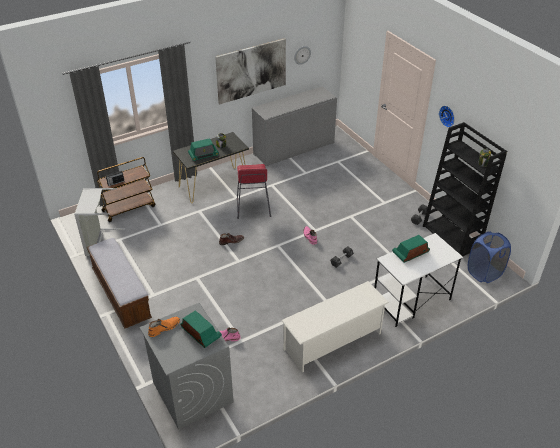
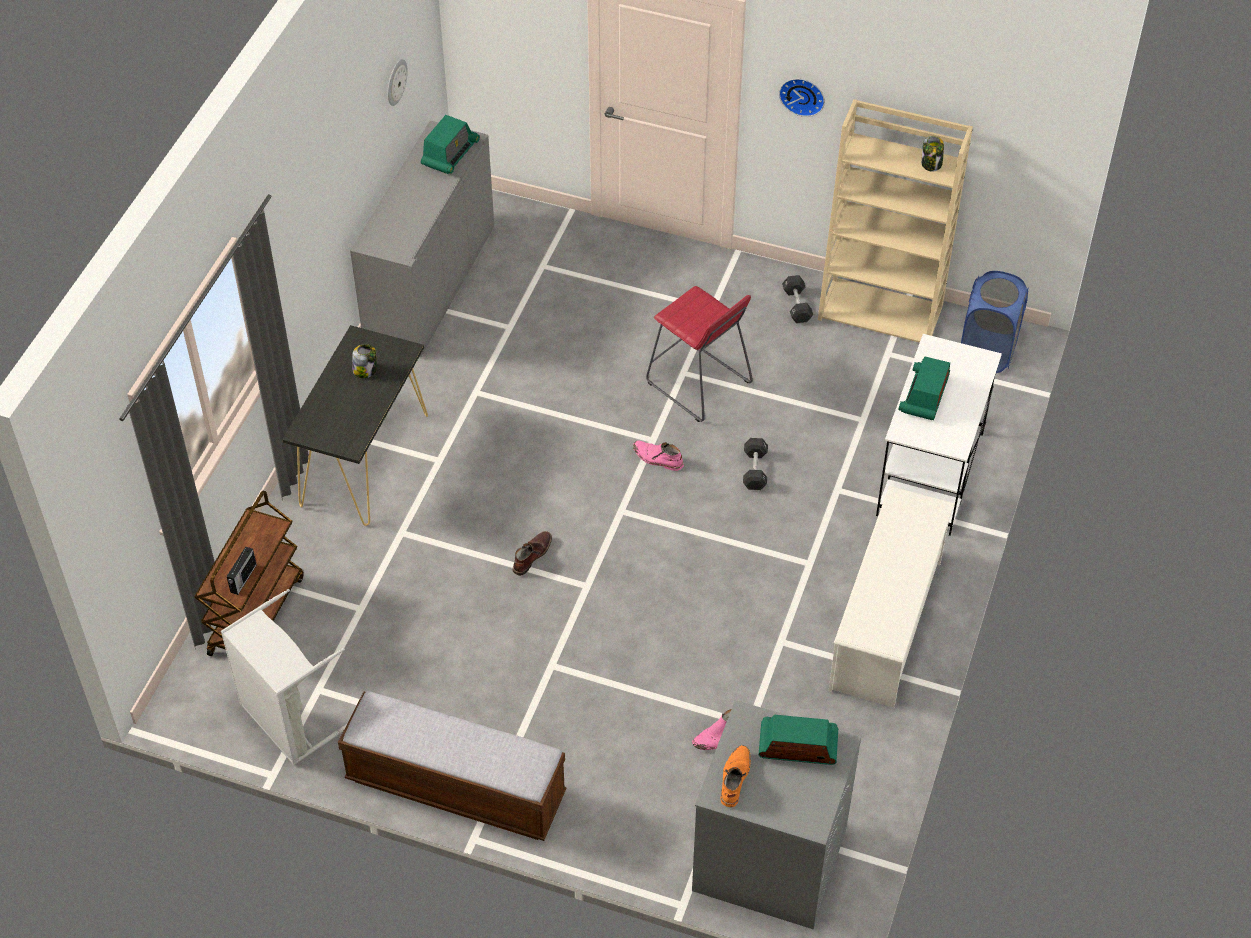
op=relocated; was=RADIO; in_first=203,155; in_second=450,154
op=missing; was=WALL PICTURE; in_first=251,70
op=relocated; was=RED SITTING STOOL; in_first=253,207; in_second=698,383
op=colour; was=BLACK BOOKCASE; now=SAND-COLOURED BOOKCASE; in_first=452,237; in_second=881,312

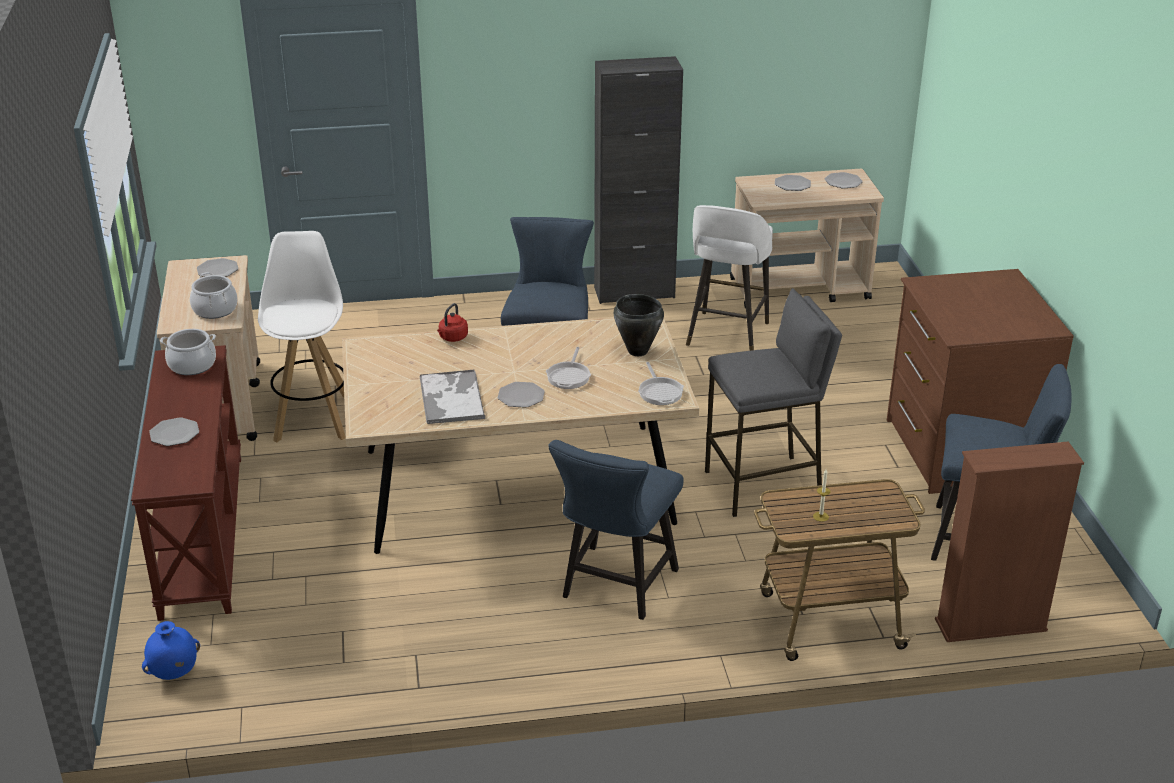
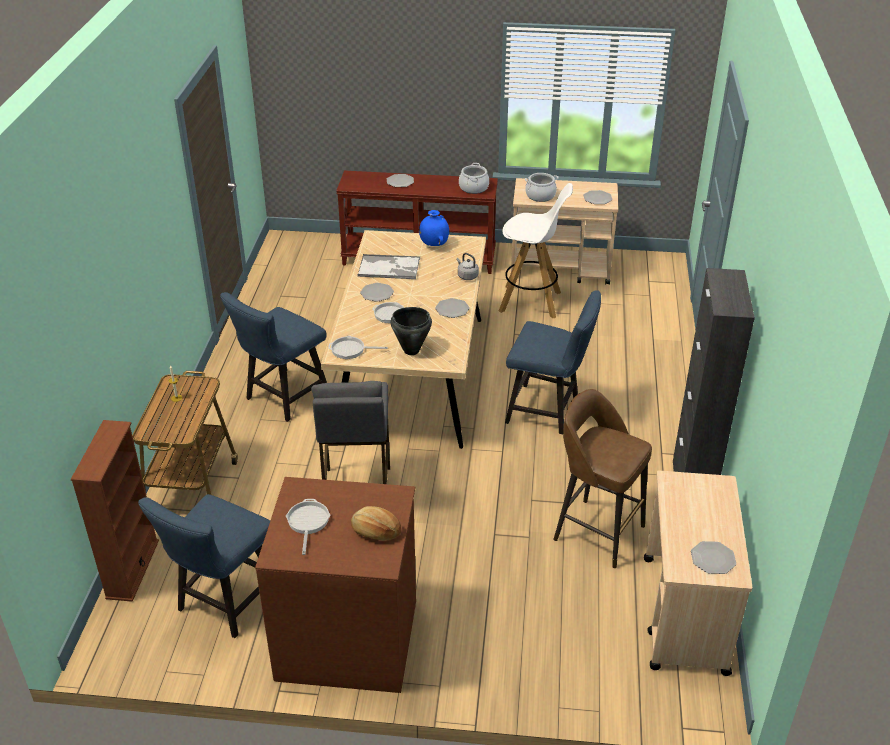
op=relocated; was=BLUE-COLOURED VASE; in_first=174,674; in_second=434,245
op=colour; was=RED KETTLE; now=GREY KETTLE; in_first=452,338; in_second=467,276
op=spun; was=BLUE-COLOURED CHAIR; in_first=615,588; in_second=283,399; clockwise=-90
op=colour; was=WHITE-COLOURED SITTING STOOL; now=BROWN-COLOURED SITTING STOOL; in_first=726,335; in_second=596,531
op=relocated; was=PLATE; in_first=792,184; in_second=452,309
op=appeared; now=PAN; in_second=308,522
op=appeared; now=BREAD; in_second=376,531

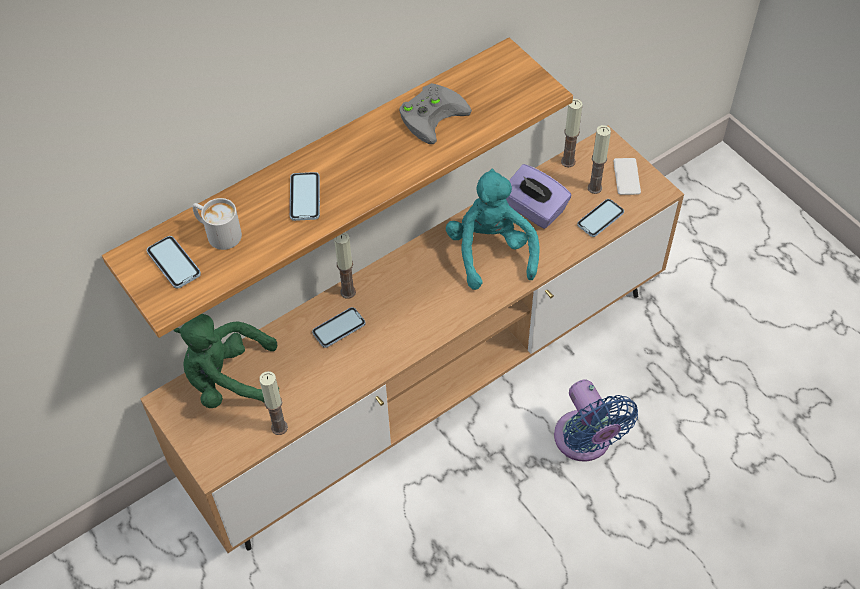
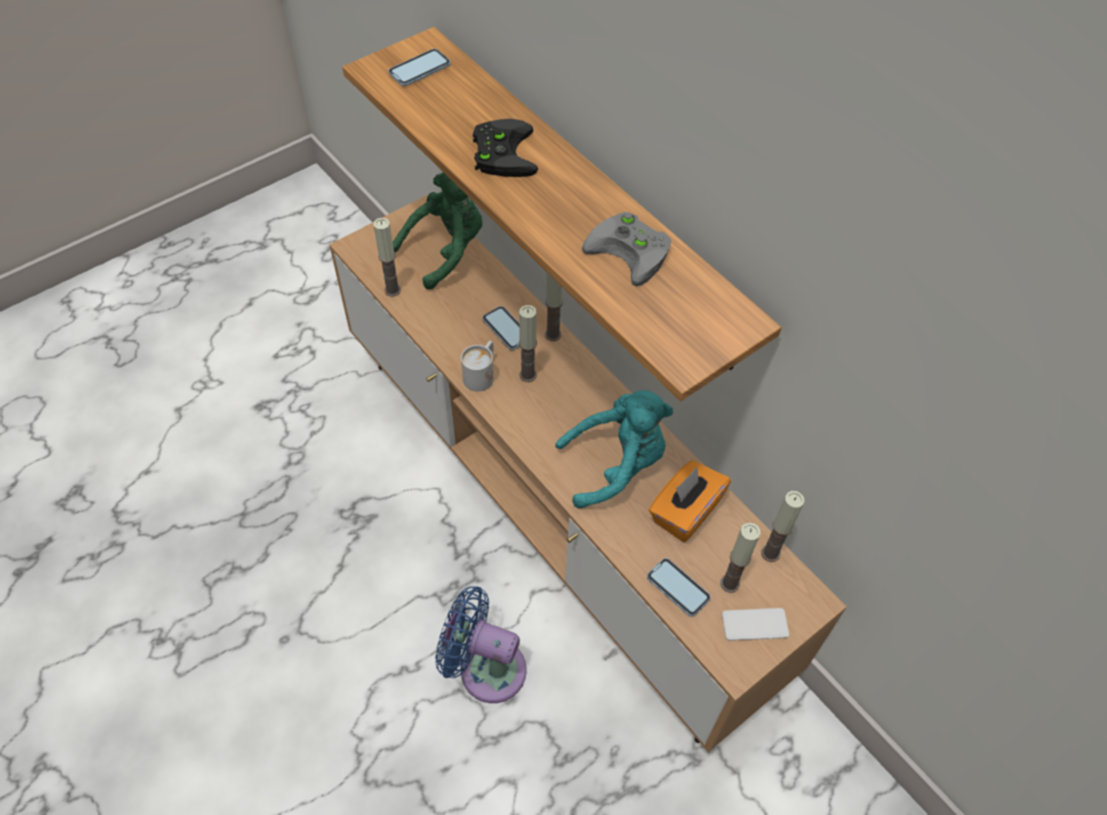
op=spun; was=GREEN PLUSH TOY; in_first=229,380; in_second=446,250; clockwise=60
op=relocated; was=WHITE-COLOURED MUG; in_first=218,233; in_second=482,374
op=exchanged; was=PHONE; now=BLACK GAME CONTROLLER; in_first=305,197; in_second=501,152
op=colour; was=PURPLISH TISSUE HOLDER; now=ORANGE-COLOURED TISSUE HOLDER; in_first=534,209; in_second=685,512
op=spun; was=BLUE-COLOURED ELECTRIC FAN; in_first=585,442; in_second=486,667; clockwise=45
op=appeared; now=WAX CANDLE; in_second=528,375

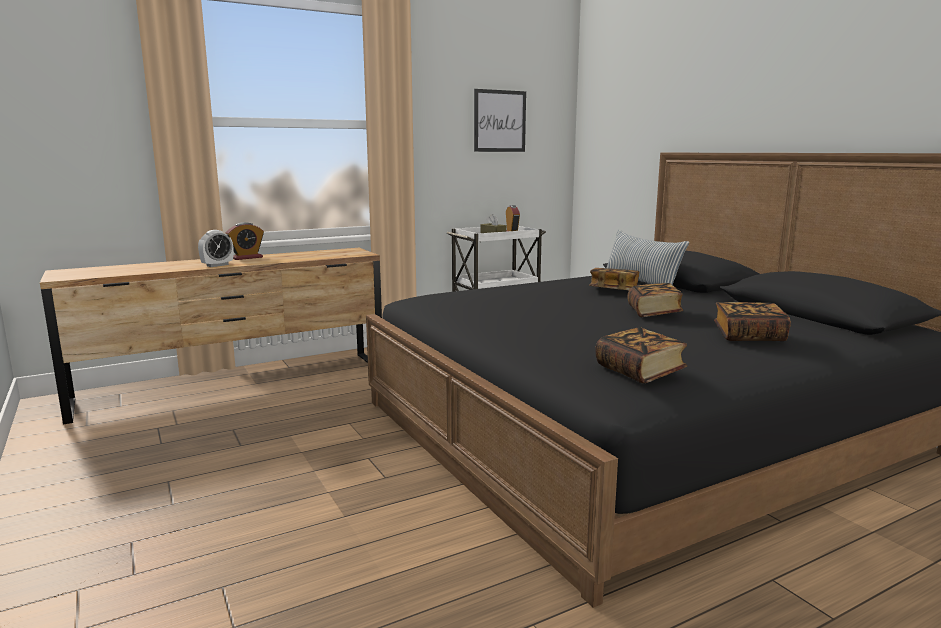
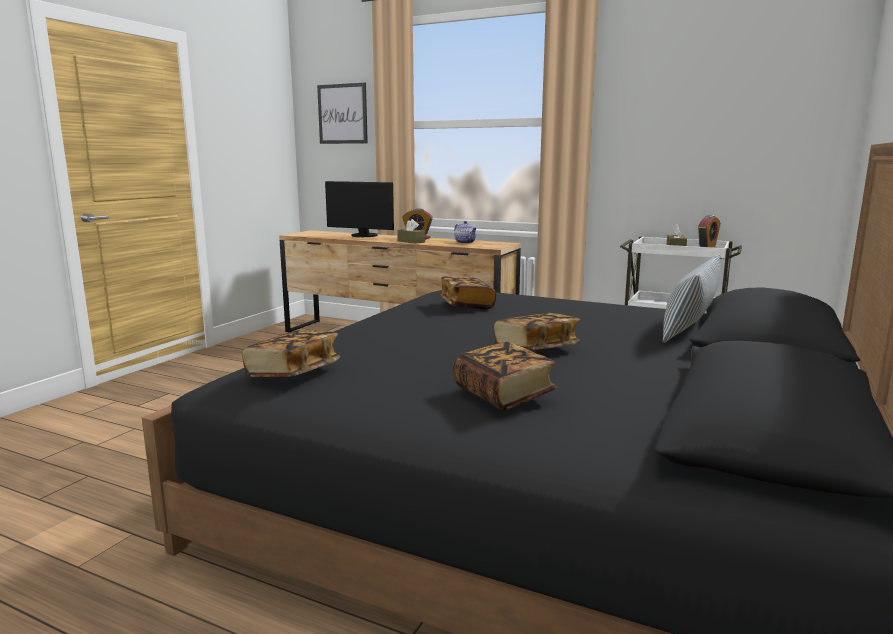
op=missing; was=ALARM CLOCK; in_first=217,265
op=relocated; was=WALL PICTURE; in_first=499,121; in_second=342,114
op=relocated; was=BOUND BOOK; in_first=613,291; in_second=466,305
op=appeared; now=MONITOR; in_second=363,236
op=appeared; now=BROWN-COLOURED TISSUE HOLDER; in_second=411,241
op=appeared; now=POT FOR TEA; in_second=465,242

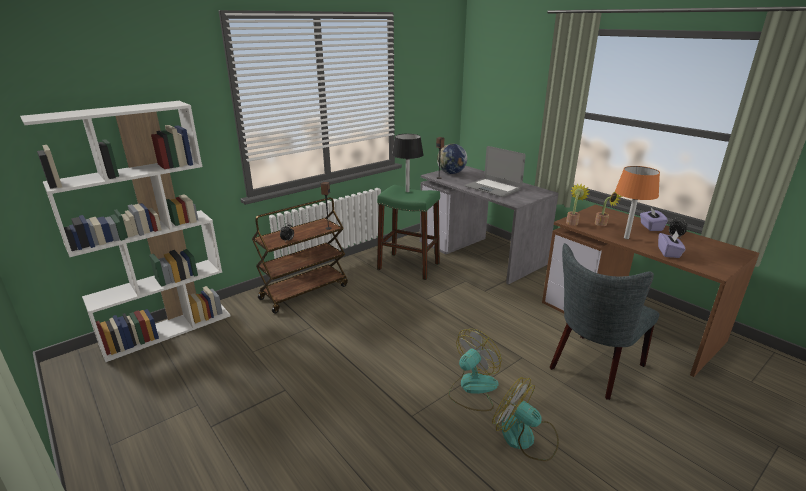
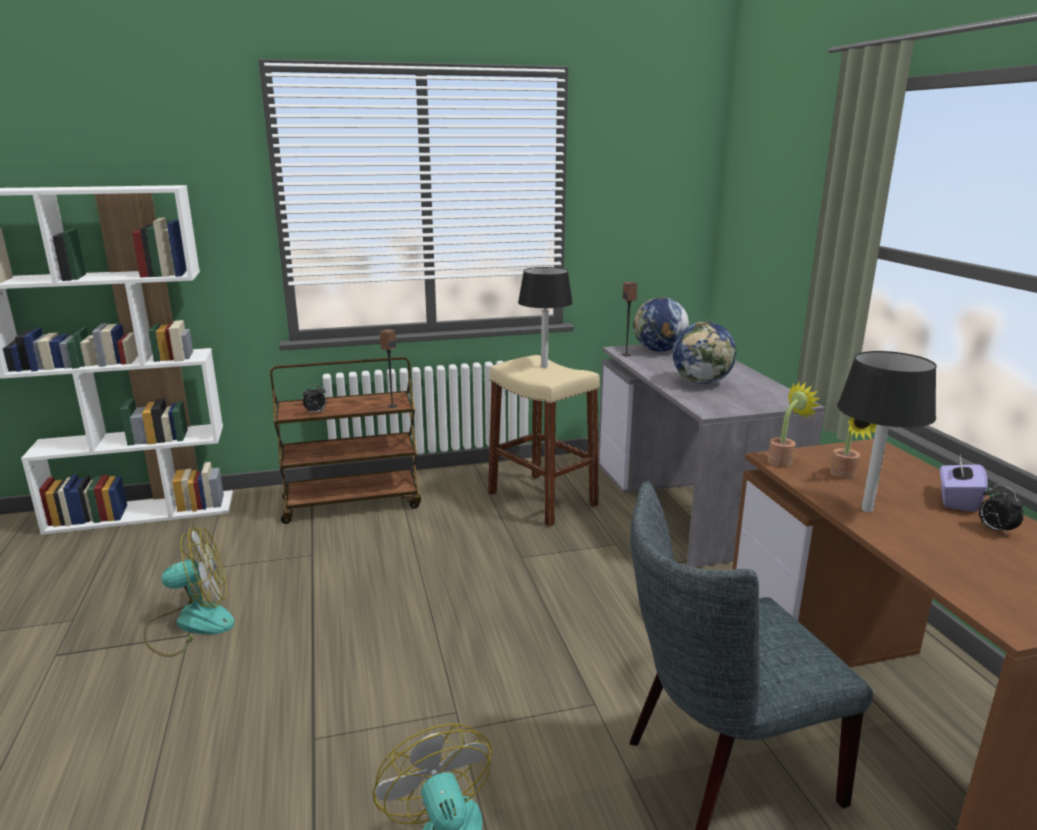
op=colour; was=GREEN SITTING STOOL; now=SAND-COLOURED SITTING STOOL; in_first=408,266; in_second=542,499
op=relocated; was=ELECTRIC FAN; in_first=472,389; in_second=191,624
op=exchanged; was=LAPTOP; now=WORLD GLOBE; in_first=493,188; in_second=702,382
op=colour; was=ORANGE-COLOURED TABLE LAMP; now=BLACK TABLE LAMP; in_first=626,238; in_second=866,509
op=missing; was=PURPLISH TISSUE HOLDER; in_first=669,252

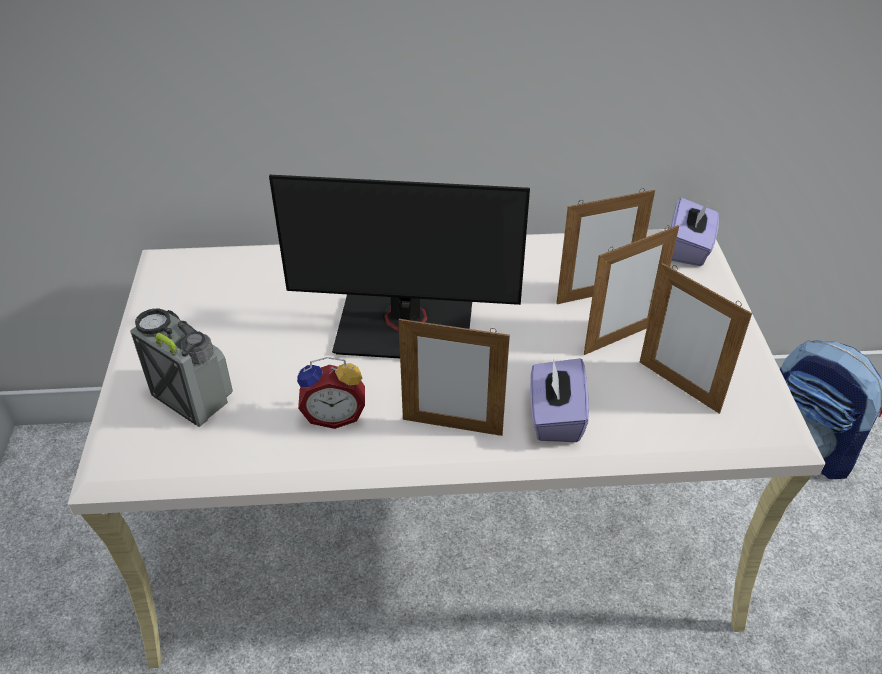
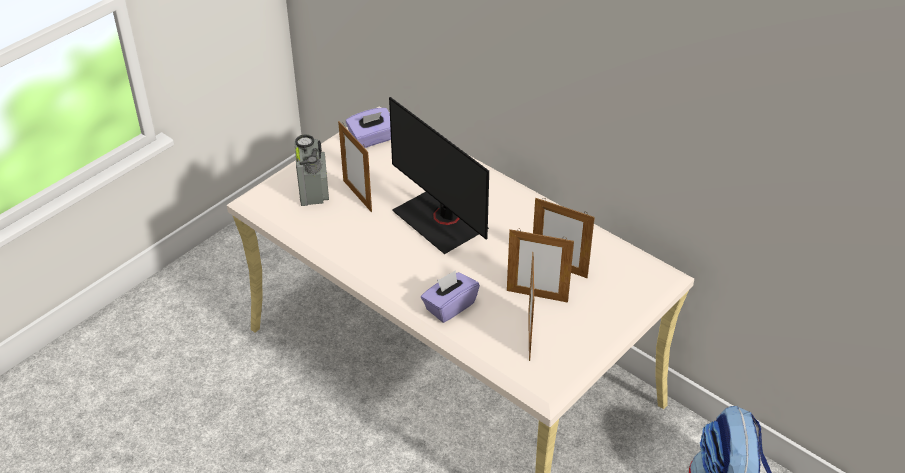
op=missing; was=ALARM CLOCK; in_first=334,415
op=relocated; was=PICTURE FRAME; in_first=452,426; in_second=357,196
op=relocated; was=PURPLISH TISSUE HOLDER; in_first=689,249; in_second=372,139

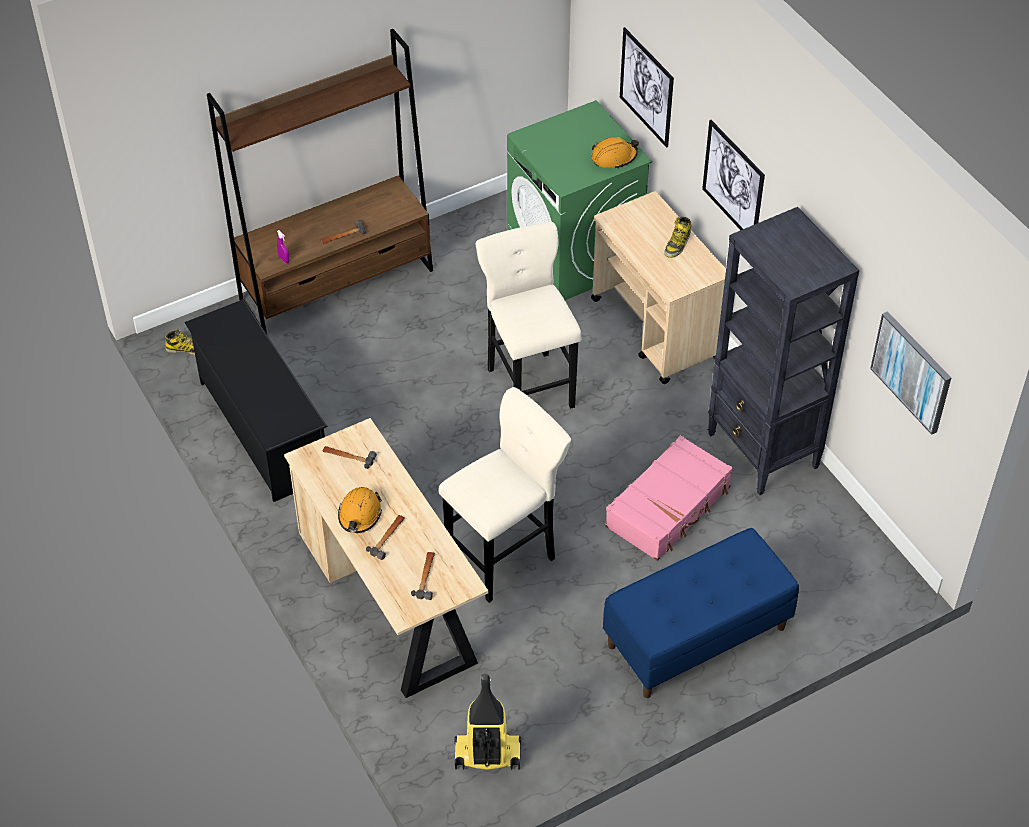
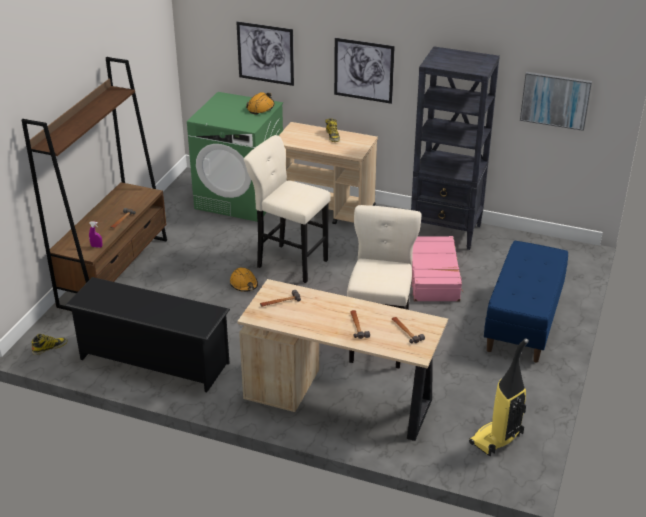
op=relocated; was=ORANGE-COLOURED SAFETY HELMET; in_first=360,515; in_second=244,284

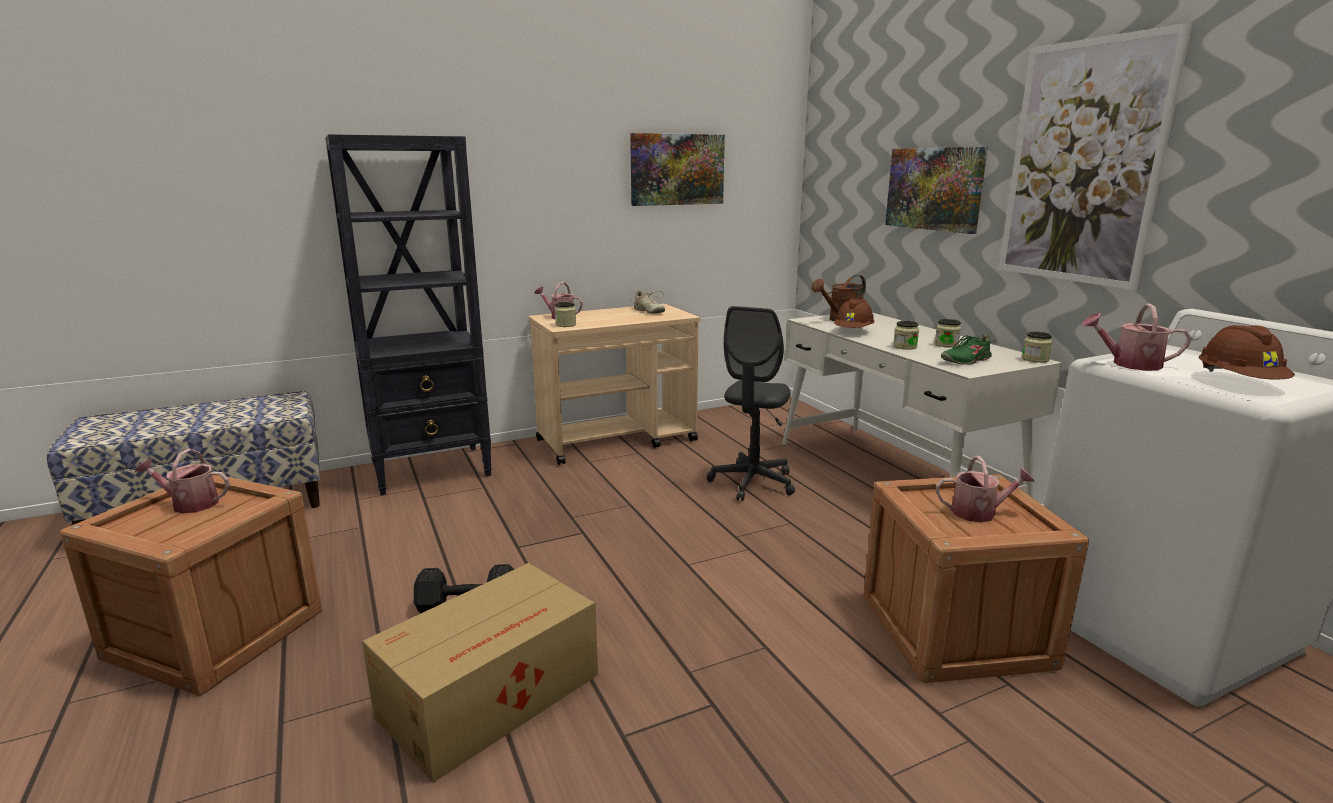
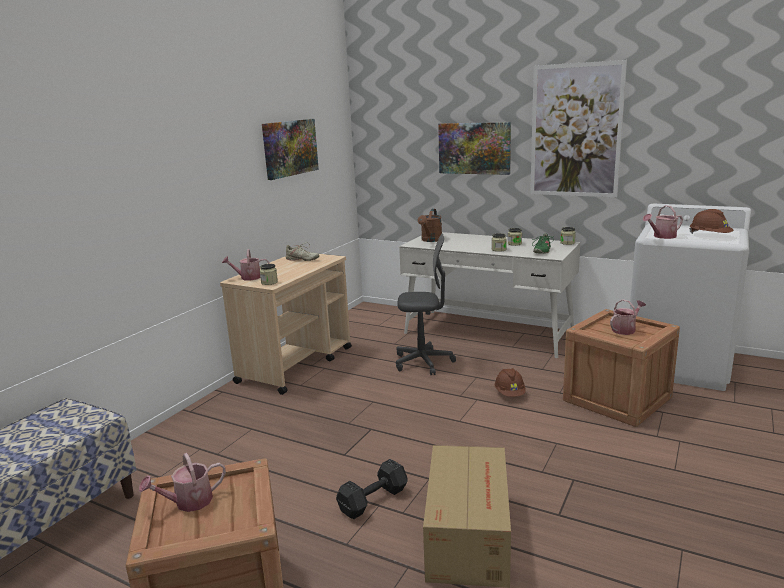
op=missing; was=BLACK BOOKCASE; in_first=432,470
op=spun; was=GREY COMPUTER CHAIR; in_first=752,483; in_second=423,362; clockwise=-75
op=relocated; was=BROWN-COLOURED SAFETY HELMET; in_first=853,331; in_second=510,394

